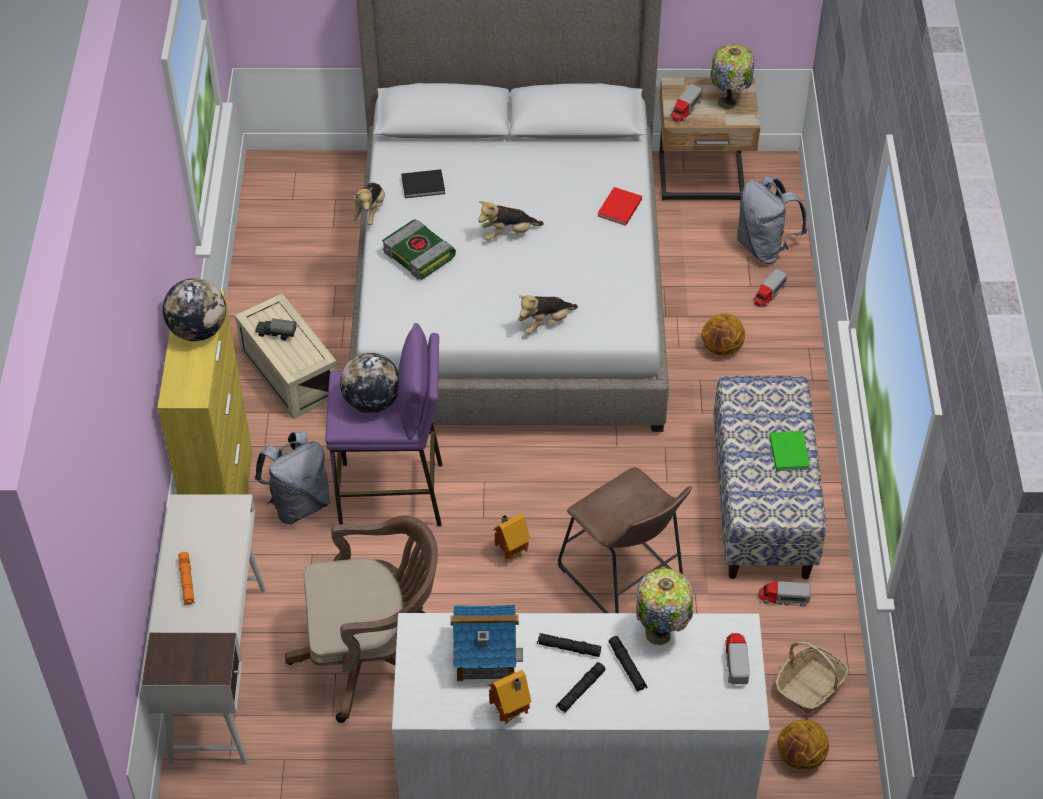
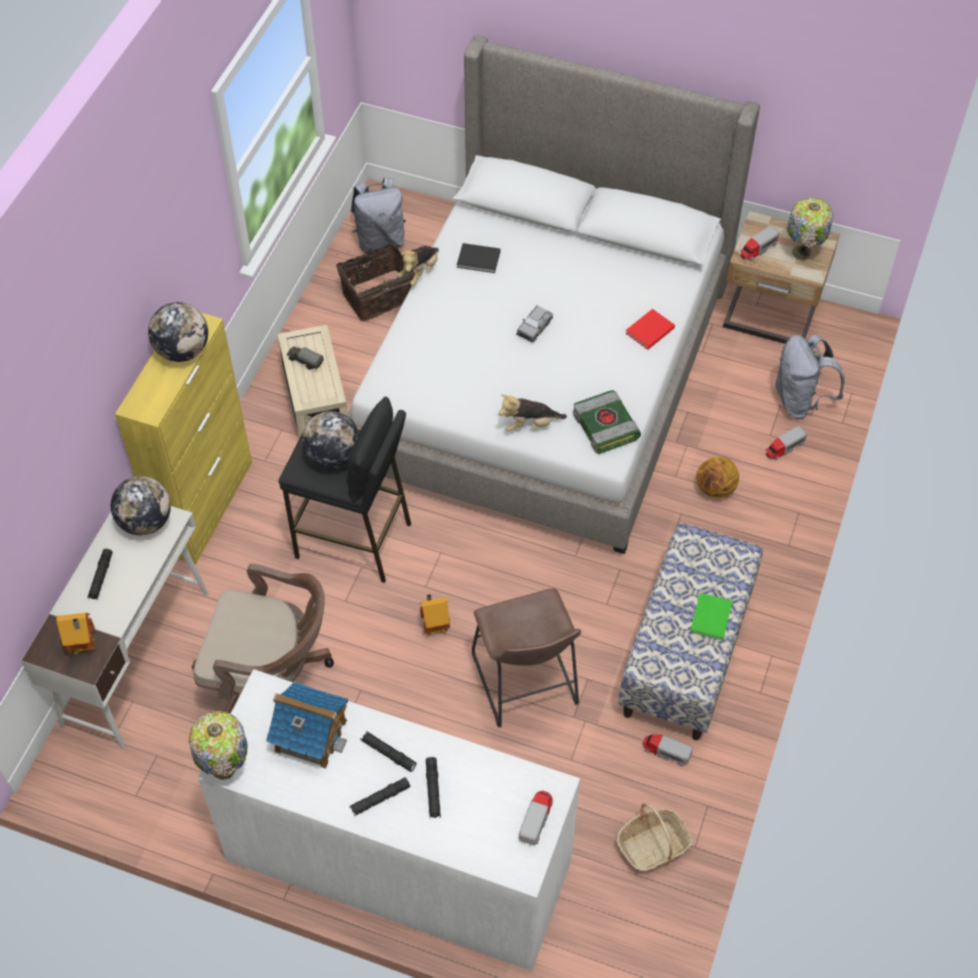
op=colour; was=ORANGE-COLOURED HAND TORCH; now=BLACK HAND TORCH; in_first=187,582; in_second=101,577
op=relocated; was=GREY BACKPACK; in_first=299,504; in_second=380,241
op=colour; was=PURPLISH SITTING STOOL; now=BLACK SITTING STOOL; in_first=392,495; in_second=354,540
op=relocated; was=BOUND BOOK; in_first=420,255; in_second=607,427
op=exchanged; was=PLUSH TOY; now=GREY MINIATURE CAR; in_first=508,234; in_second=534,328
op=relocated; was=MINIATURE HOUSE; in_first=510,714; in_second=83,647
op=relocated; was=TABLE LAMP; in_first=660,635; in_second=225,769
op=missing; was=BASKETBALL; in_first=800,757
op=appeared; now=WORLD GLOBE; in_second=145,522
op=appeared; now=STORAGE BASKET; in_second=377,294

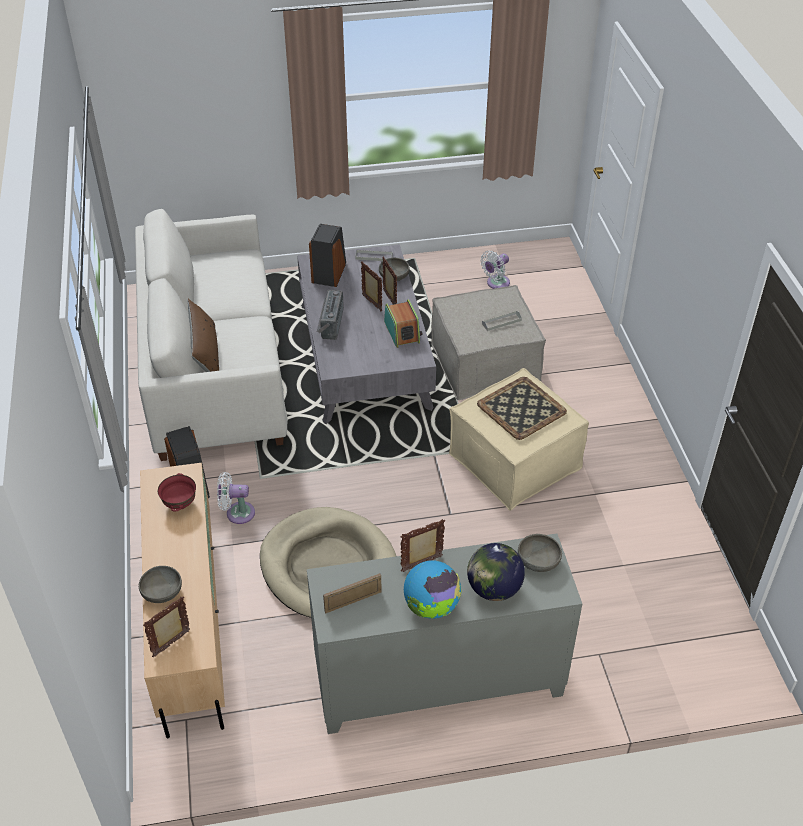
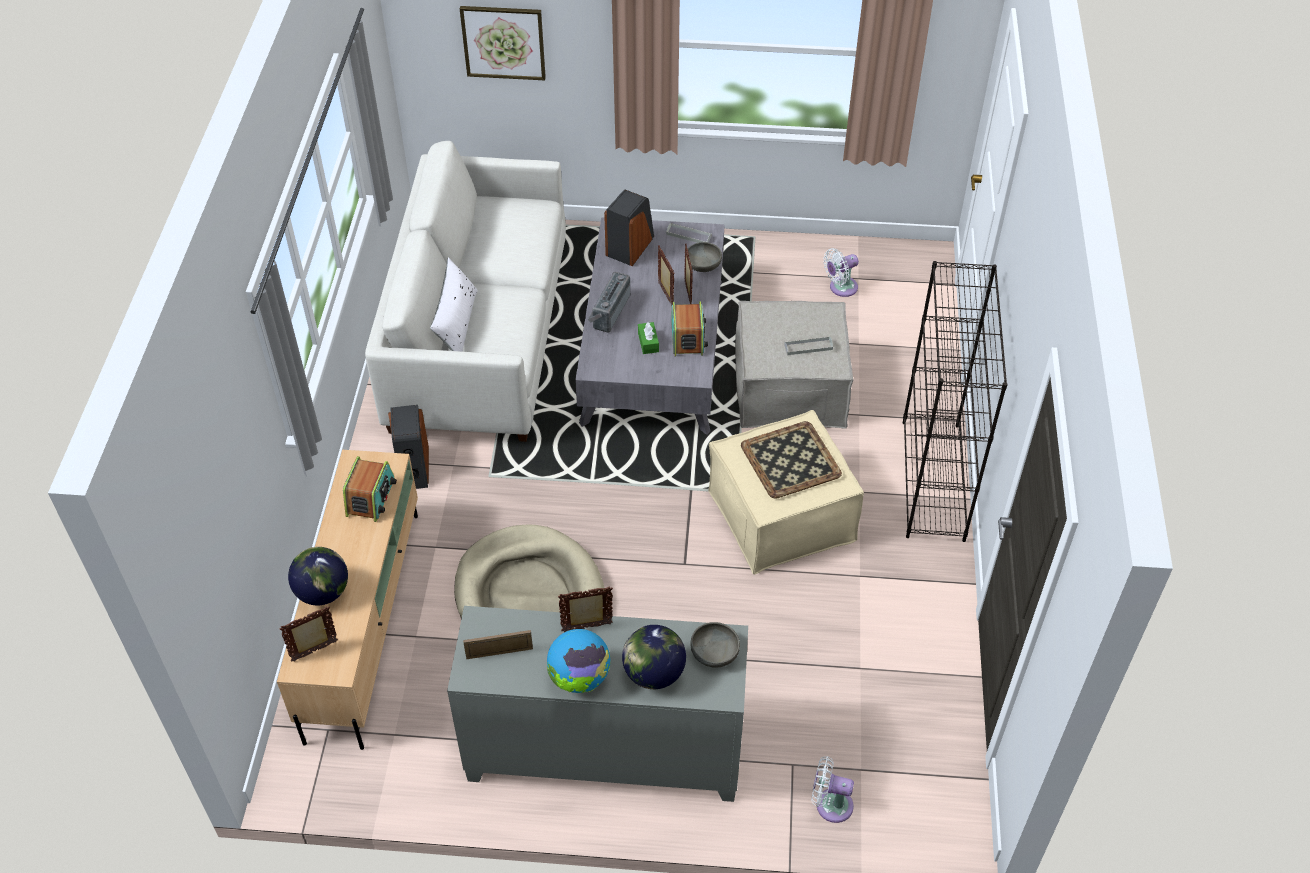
op=exchanged; was=GREY SERVING BOWL; now=WORLD GLOBE; in_first=162,592; in_second=323,592
op=exchanged; was=RED SERVING BOWL; now=RADIO; in_first=179,504; in_second=371,497
op=colour; was=BROWN-COLOURED THROW PILLOW; now=WHITE-COLOURED THROW PILLOW; in_first=206,354; in_second=457,324
op=relocated; was=WHITE-COLOURED ELECTRIC FAN; in_first=237,513; in_second=830,804
op=appeared; now=WALL PICTURE; in_second=503,42
op=appeared; now=GREEN TISSUE HOLDER; in_second=648,342
op=appeared; now=BLACK BOOKCASE; in_second=933,480

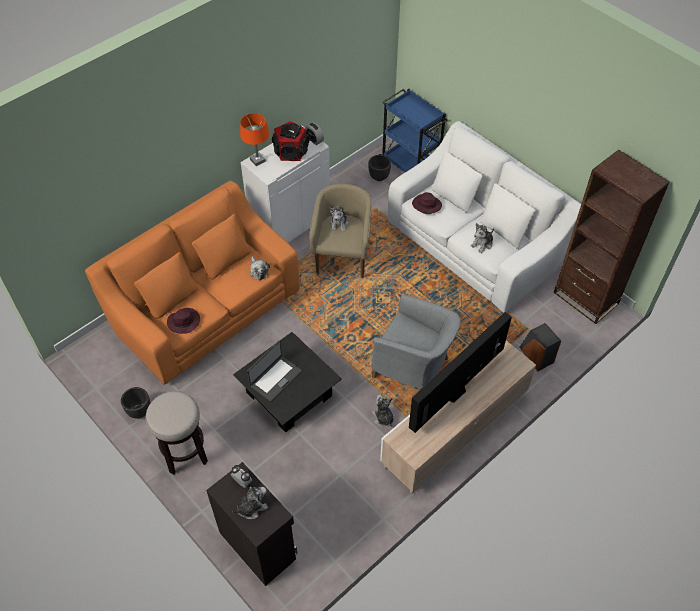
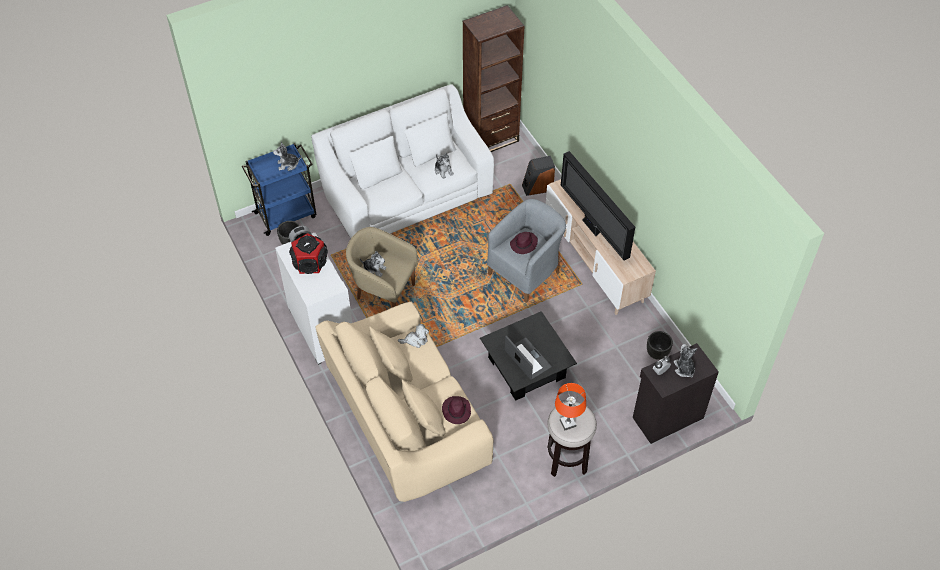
op=colour; was=ORANGE-COLOURED COUCH; now=SAND-COLOURED COUCH; in_first=205,309; in_second=406,419
op=relocated; was=BLACK FLOWER POT; in_first=139,411; in_second=657,353
op=relocated; was=ORANGE-COLOURED TABLE LAMP; in_first=257,160; in_second=567,423
op=relocated; was=PLUSH TOY; in_first=383,418; in_second=288,164
op=relocated; was=PURPLISH CLOTHING HAT; in_first=426,205; in_second=523,244

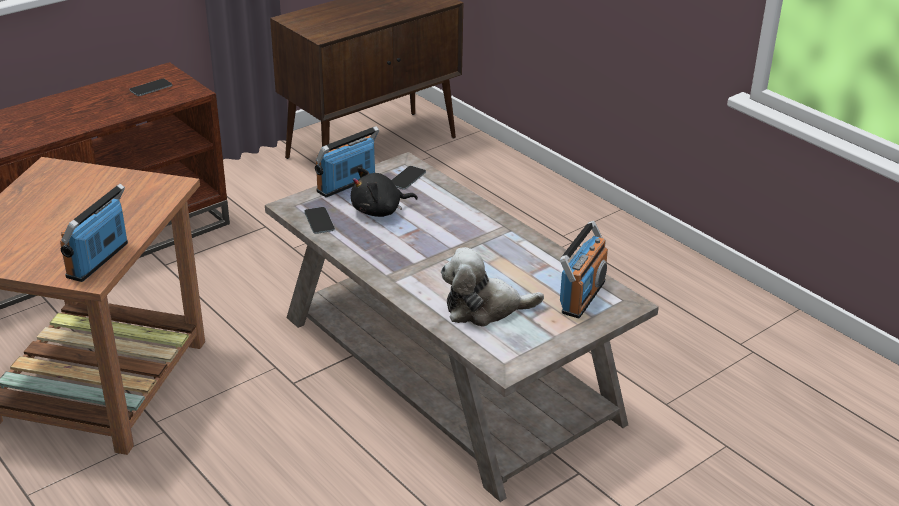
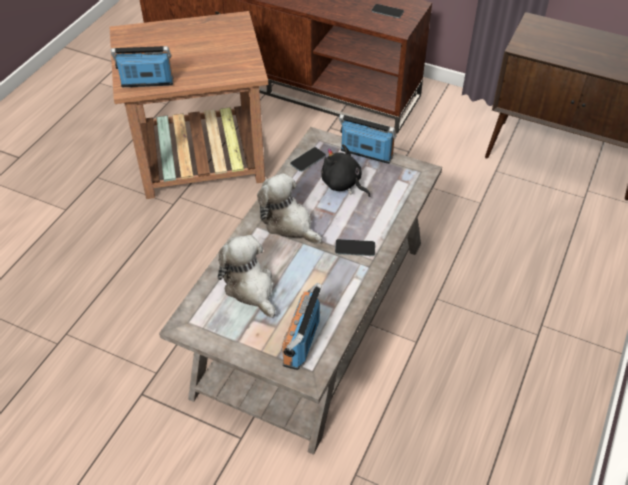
op=relocated; was=PHONE; in_first=407,178; in_second=355,248
op=spun; was=RADIO; in_first=582,296; in_second=301,342; clockwise=105
op=appeared; now=PLUSH TOY; in_second=289,223

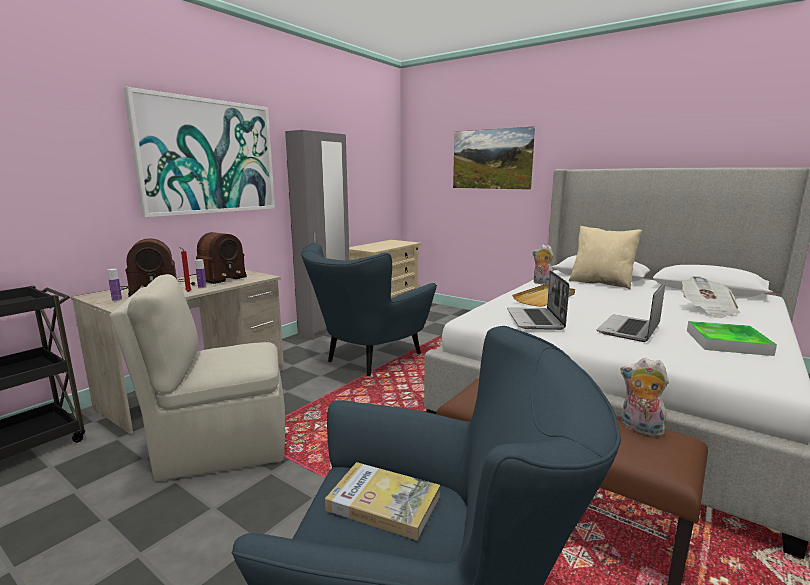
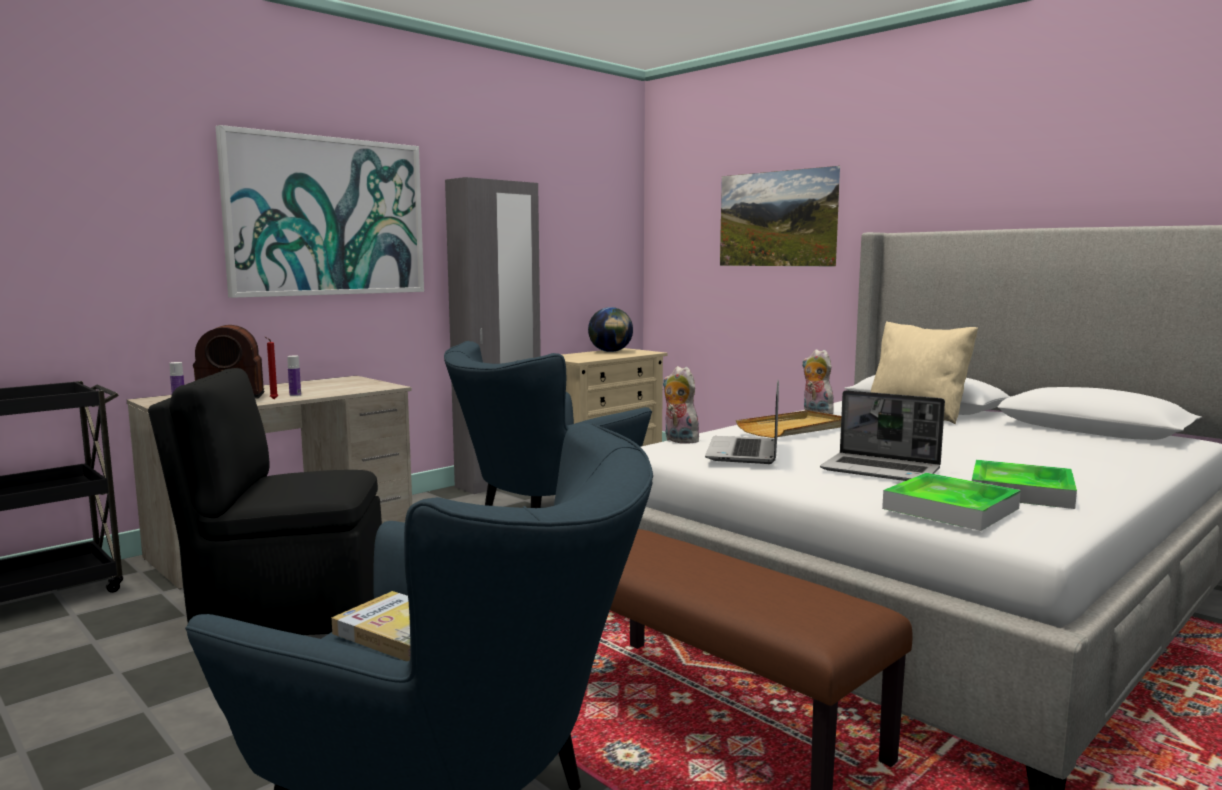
op=colour; was=SAND-COLOURED CHAIR; now=BLACK CHAIR; in_first=221,446; in_second=288,611
op=missing; was=RADIO; in_first=210,280
op=spun; was=LAPTOP; in_first=629,330; in_second=882,470; clockwise=-105
op=relocated; was=PLUSH TOY; in_first=639,429; in_second=678,440
op=missing; was=PRINTED PAPER; in_first=707,310
op=appeared; now=WORLD GLOBE; in_second=610,352
op=appeared; now=CARRYING TRAY; in_second=950,508

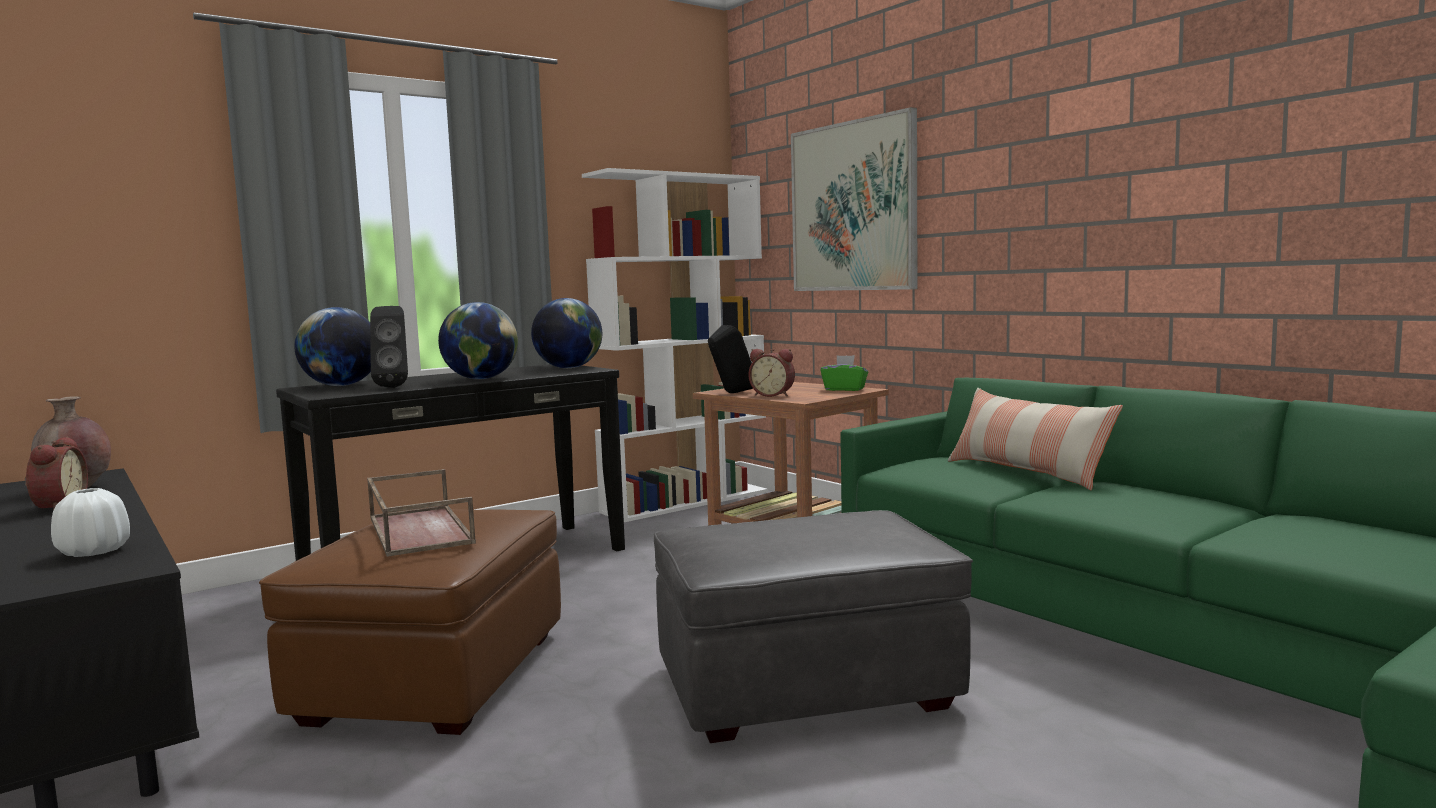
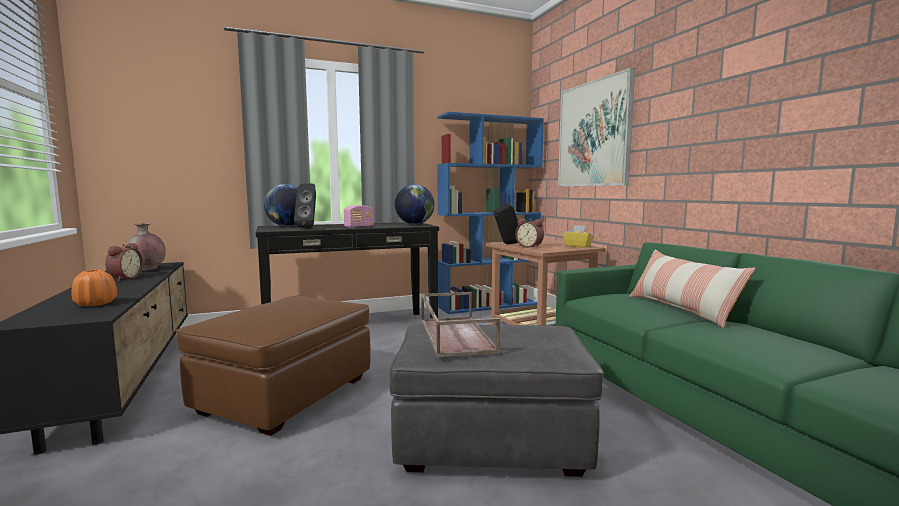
op=colour; was=WHITE-COLOURED VASE; now=ORANGE-COLOURED VASE; in_first=94,552; in_second=96,304
op=relocated; was=BROWN-COLOURED CARRYING TRAY; in_first=417,530; in_second=454,335
op=exchanged; was=WORLD GLOBE; now=RADIO; in_first=481,379; in_second=359,227
op=colour; was=WHITE-COLOURED BOOKCASE; now=BLUE-COLOURED BOOKCASE; in_first=686,501; in_second=489,305
op=colour; was=GREEN TISSUE HOLDER; now=YELLOWISH TISSUE HOLDER; in_first=844,389; in_second=577,246

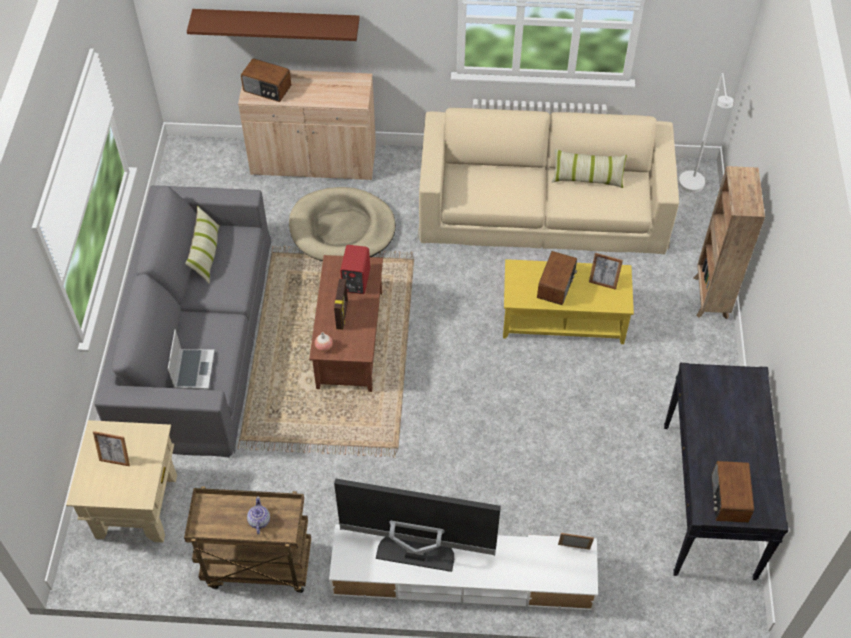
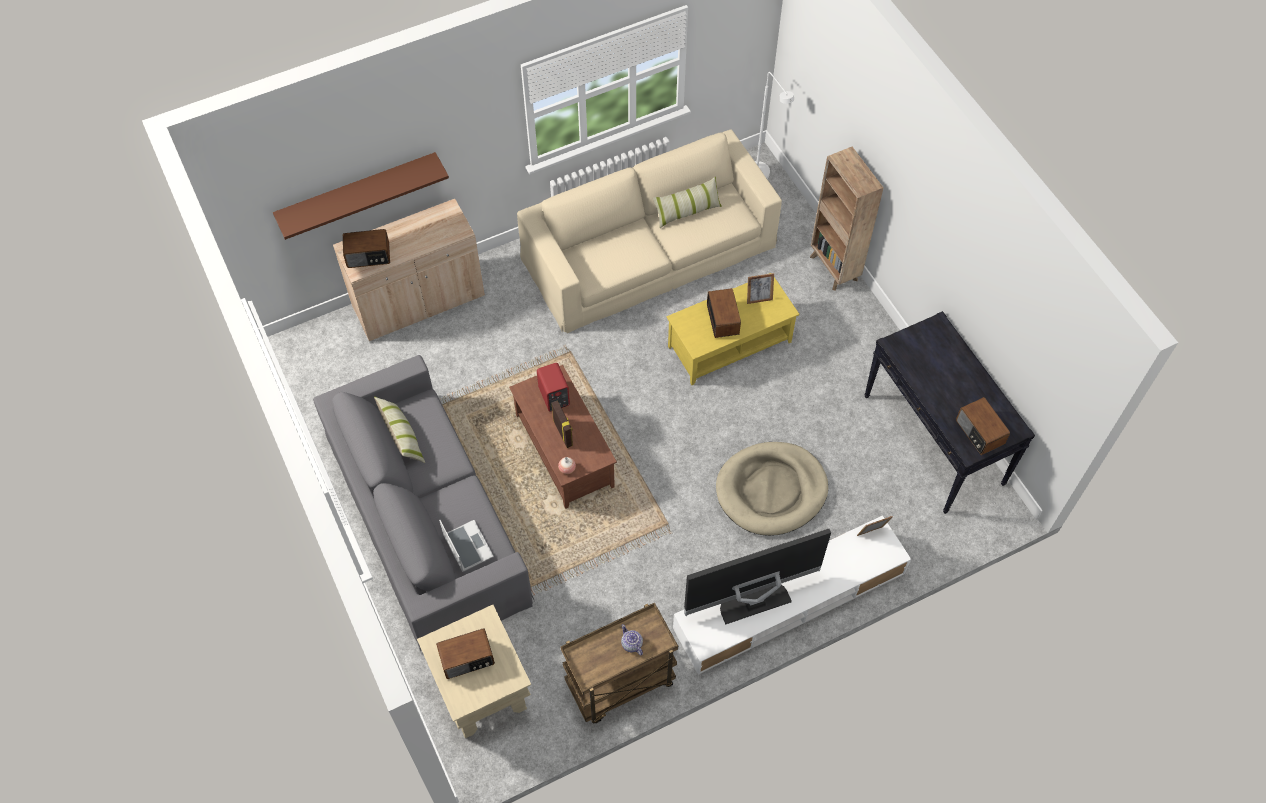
op=exchanged; was=PICTURE FRAME; now=RADIO; in_first=116,459; in_second=467,659
op=relocated; was=SAND-COLOURED DOG BED; in_first=342,229; in_second=771,490

